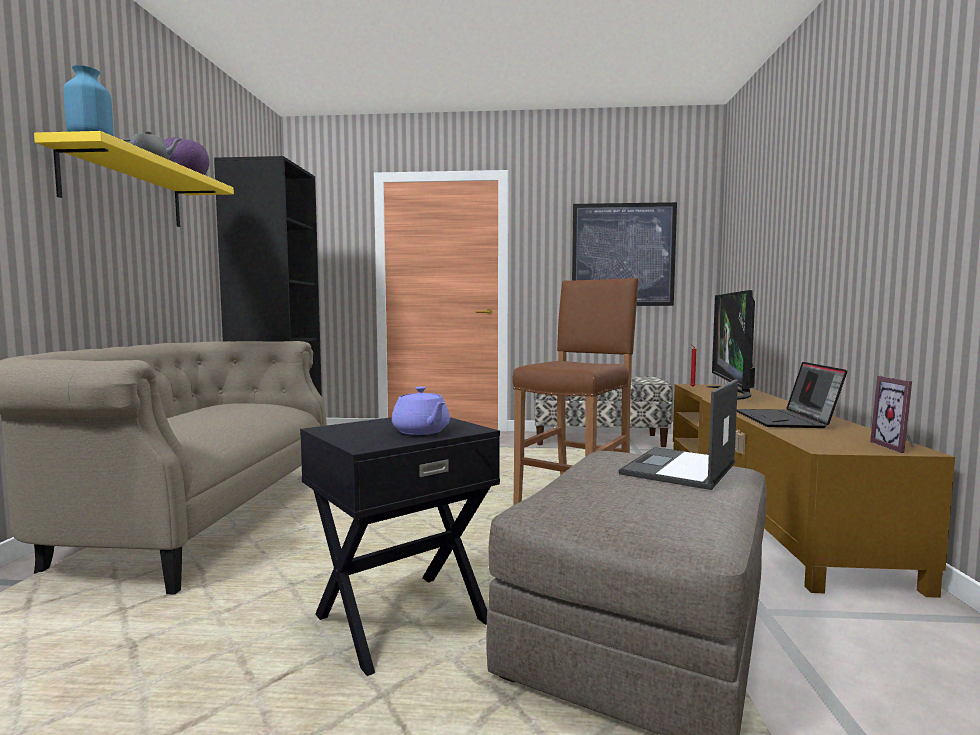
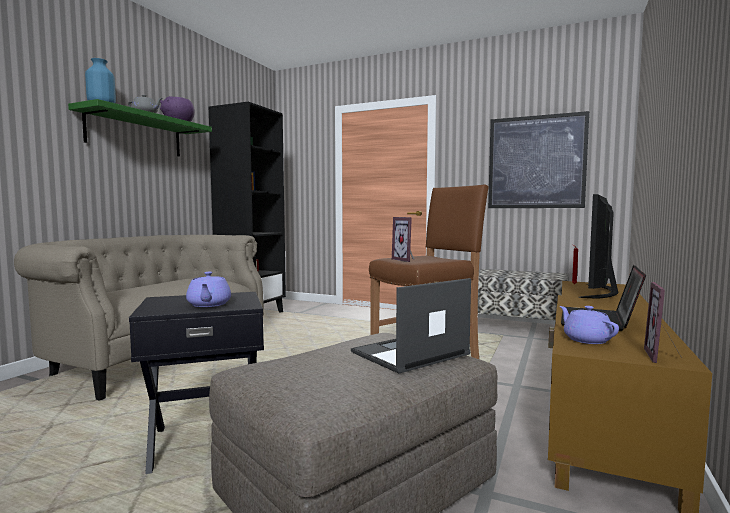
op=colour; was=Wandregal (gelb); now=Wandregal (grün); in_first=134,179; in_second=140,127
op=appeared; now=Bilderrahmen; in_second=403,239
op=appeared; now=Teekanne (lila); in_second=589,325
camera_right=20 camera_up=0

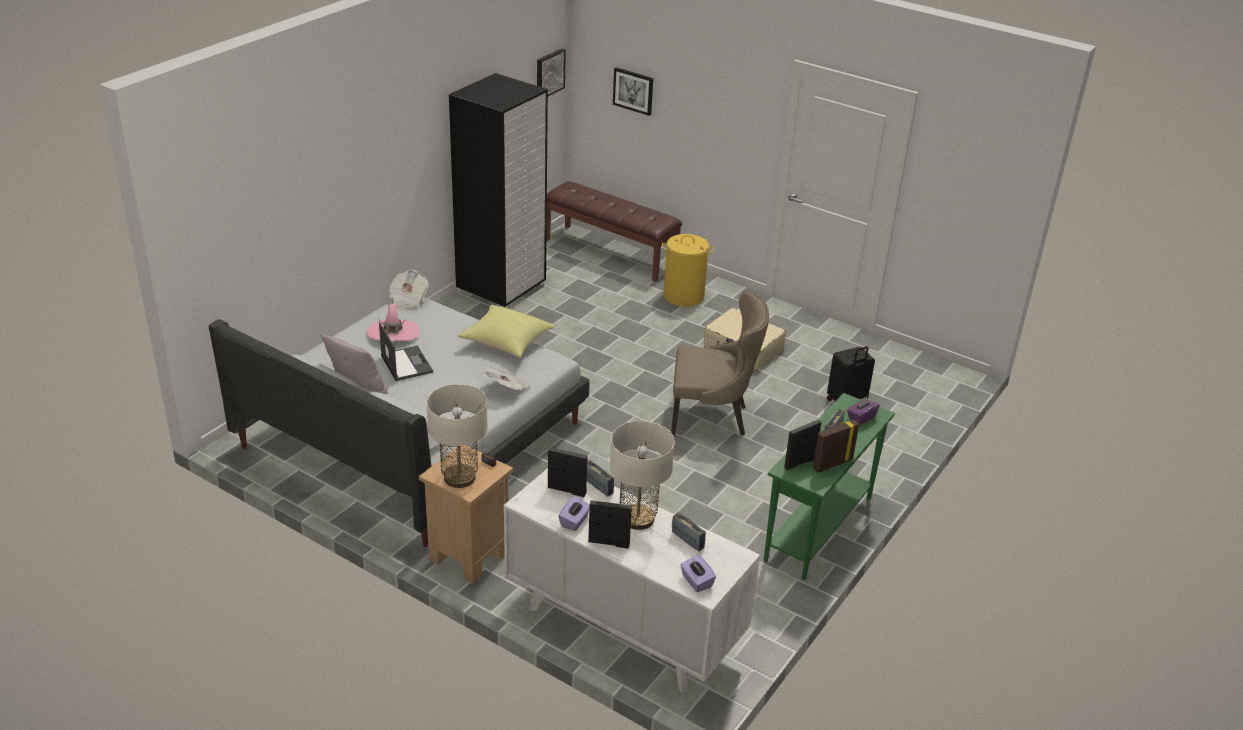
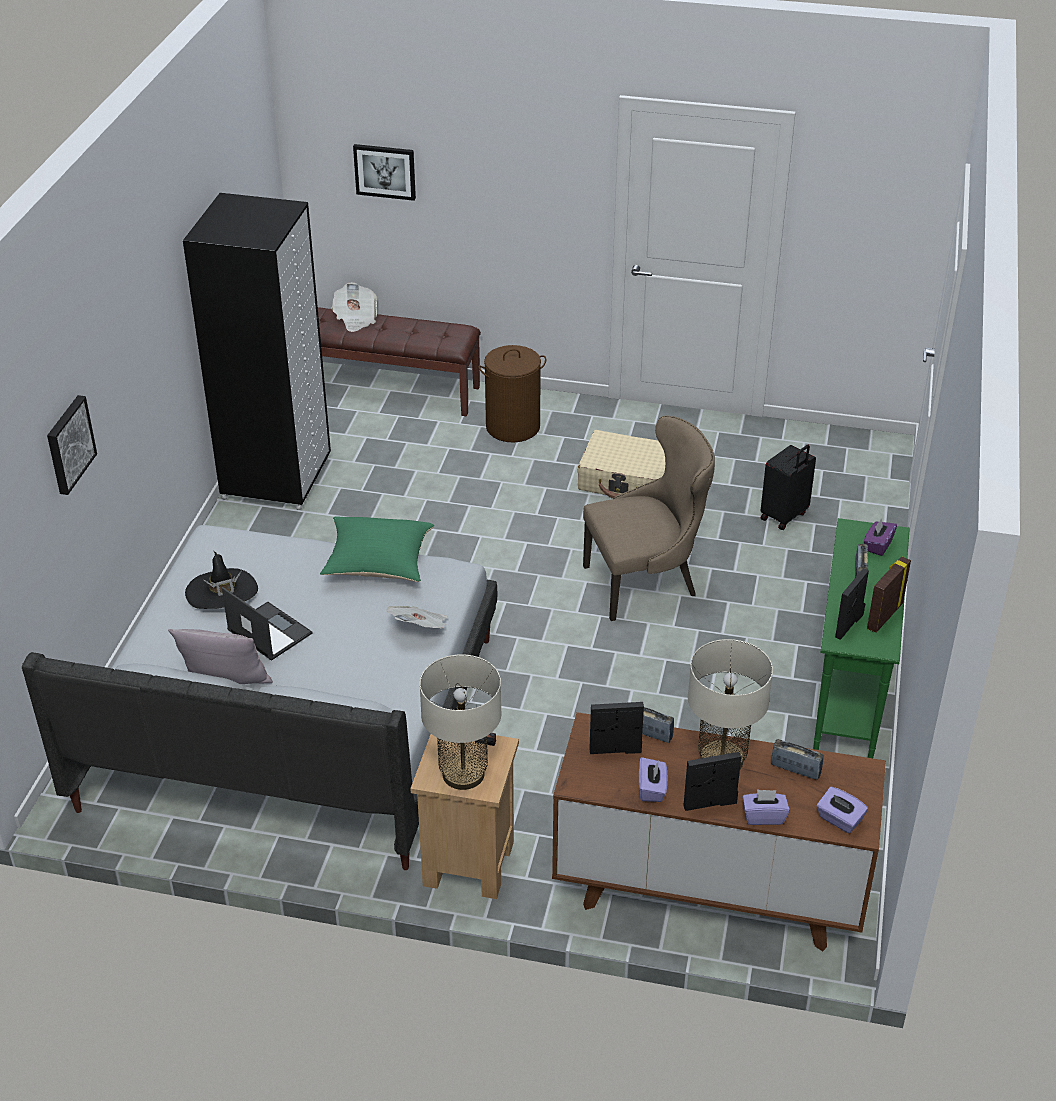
op=relocated; was=Bild; in_first=551,72; in_second=72,445
op=colour; was=Hut (rosa); now=Hut (schwarz); in_first=393,322; in_second=221,580
op=colour; was=Kissen (gelb); now=Kissen (grün); in_first=506,331; in_second=377,549
op=relocated; was=Zeitung; in_first=409,290; in_second=354,307
op=colour; was=Wäschekorb (gelb); now=Wäschekorb (braun); in_first=688,270; in_second=512,394
op=colour; was=Kommode (weiß); now=Kommode (braun); in_first=632,580; in_second=719,832
op=appeared; now=Taschentuchbox (lila); in_second=766,807
camera_right=-20 camera_up=5

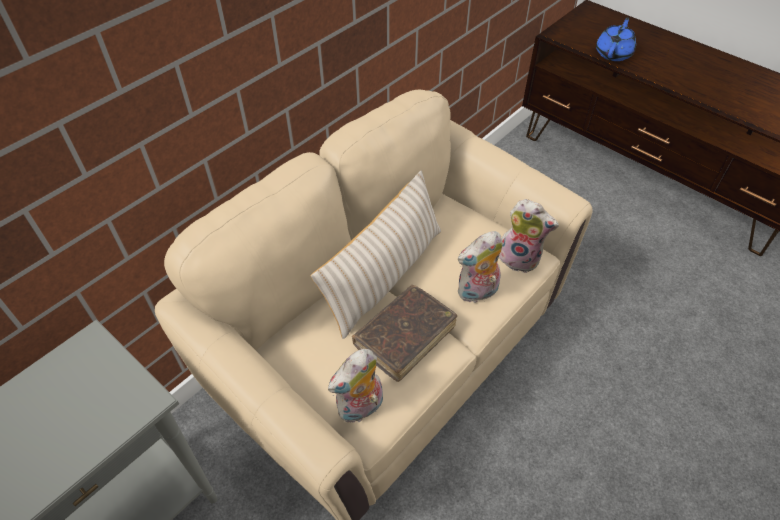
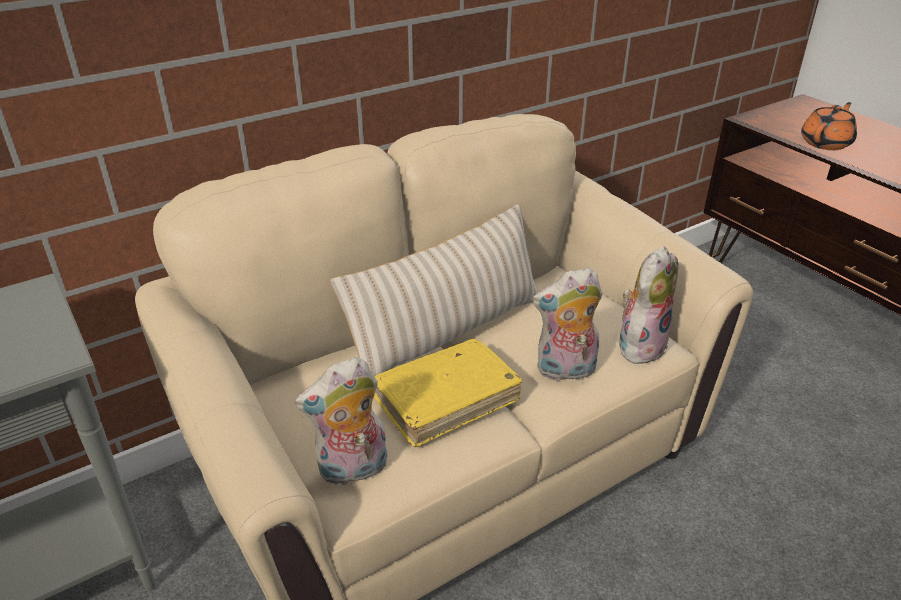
op=colour; was=Buch (braun); now=Buch (gelb); in_first=404,333; in_second=448,393
op=spun; was=Plüschtier; in_first=529,236; in_second=648,305; clockwise=-90
op=colour; was=Teekanne (blau); now=Teekanne (orange); in_first=616,39; in_second=829,126
camera_right=15 camera_up=-15

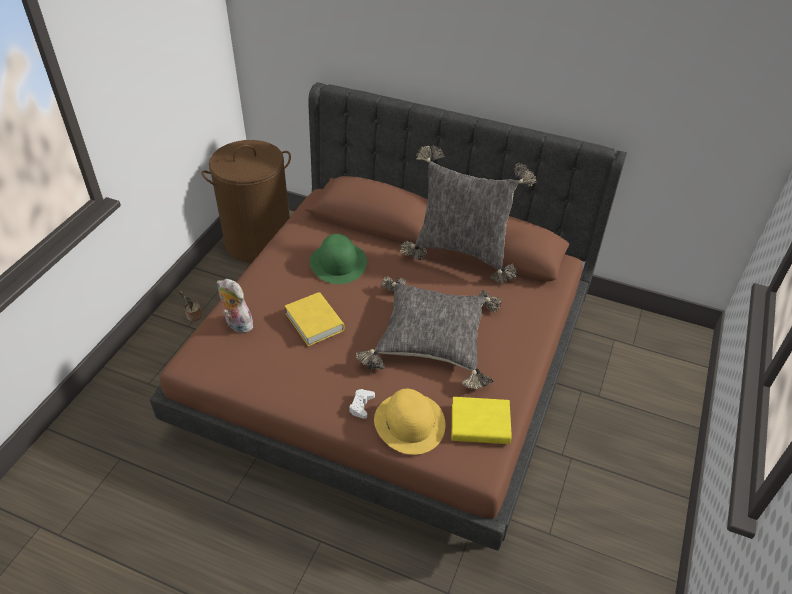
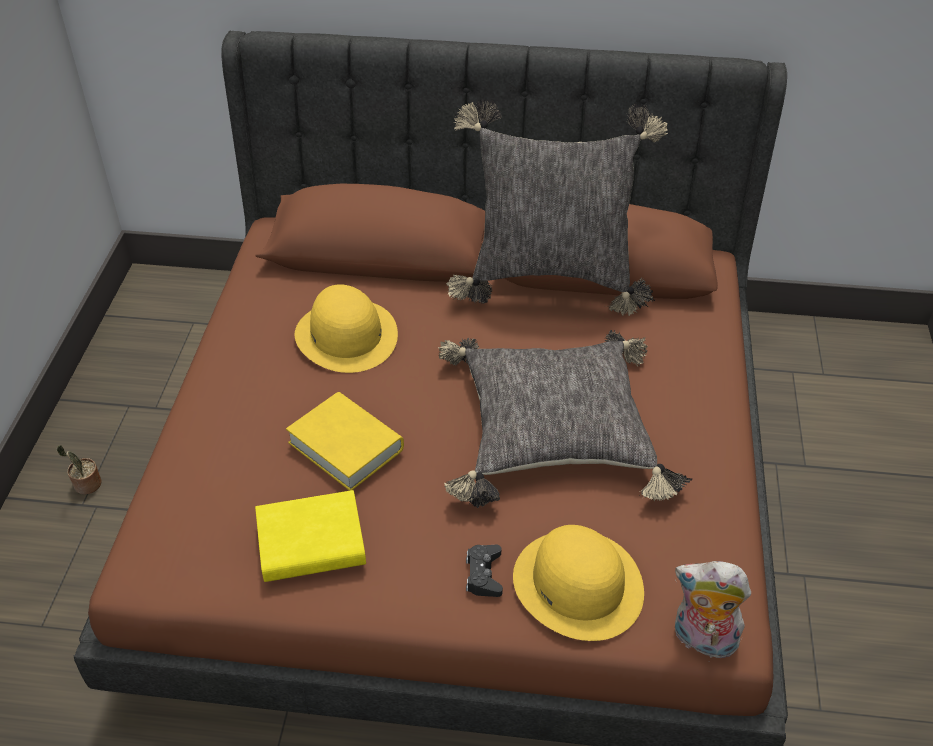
op=relocated; was=Buch (gelb); in_first=482,420; in_second=310,536
op=colour; was=Hut (grün); now=Hut (gelb); in_first=338,259; in_second=346,328
op=colour; was=Gamepad (weiß); now=Gamepad (schwarz); in_first=362,404; in_second=484,571
op=relocated; was=Plüschtier; in_first=235,306; in_second=713,609
op=missing; was=Wäschekorb (braun); in_first=246,201
camera_right=-15 camera_up=0

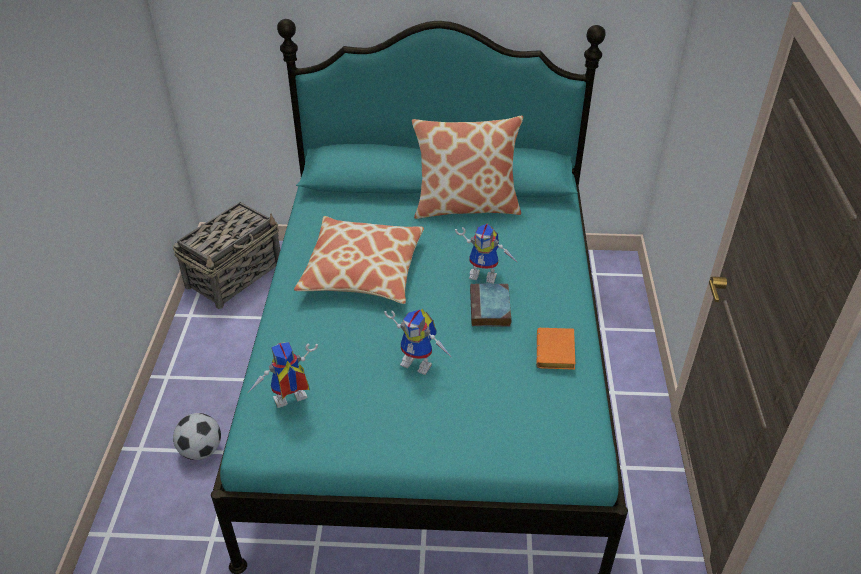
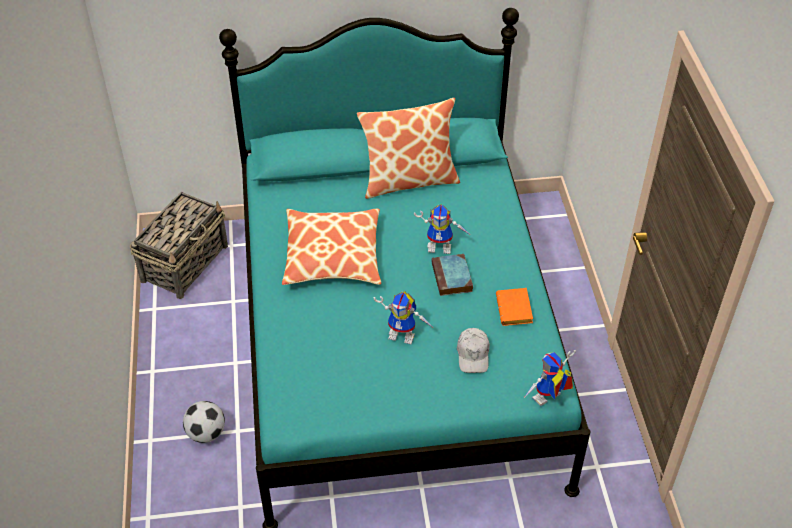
op=appeared; now=Kappe (weiß); in_second=473,350
op=relocated; was=Spielzeugroboter; in_first=283,375; in_second=549,378
camera_right=-10 camera_up=5

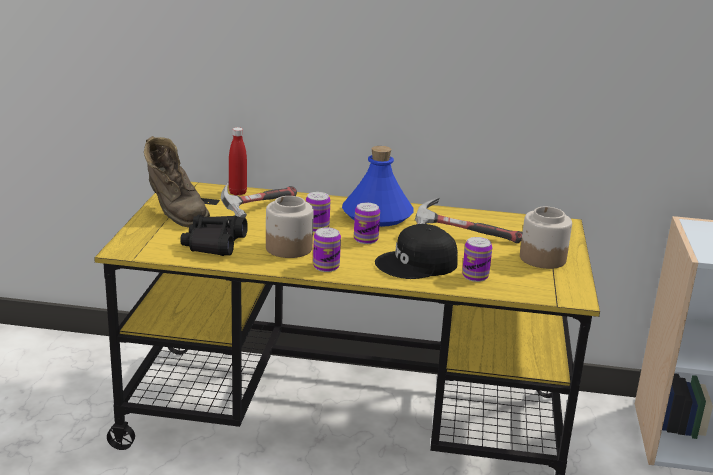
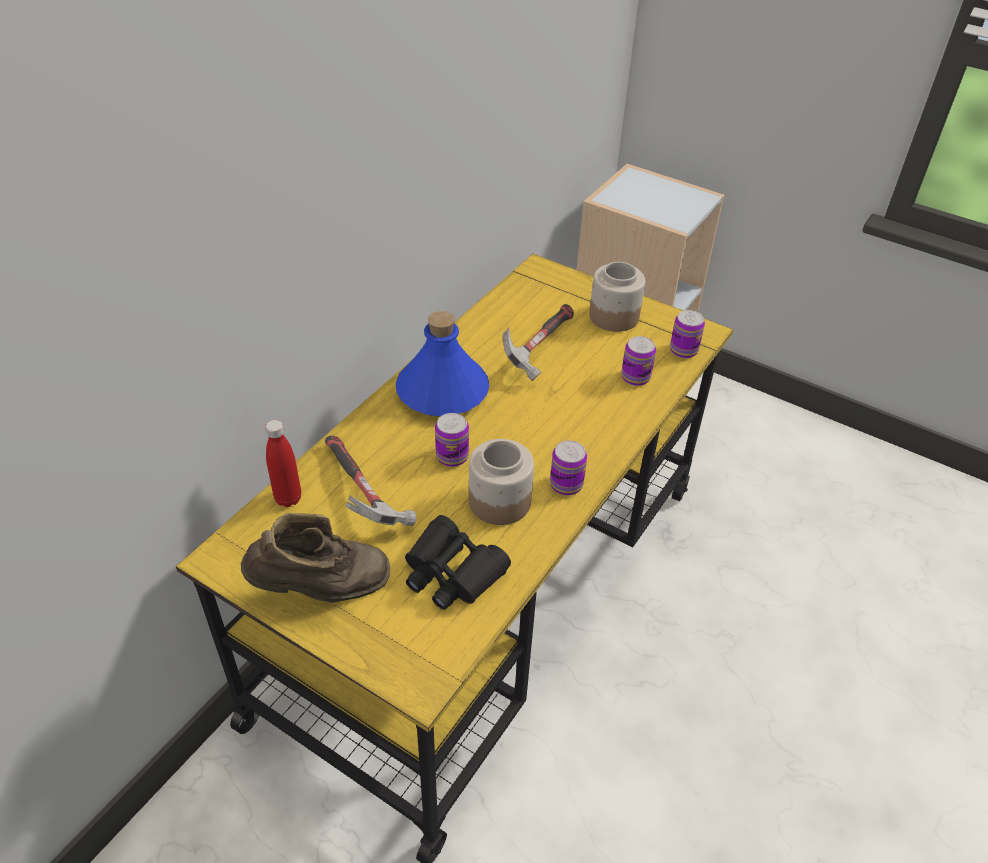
op=relocated; was=Dose; in_first=367,223; in_second=687,334
op=missing; was=Kappe (schwarz); in_first=416,251
camera_right=-65 camera_up=20

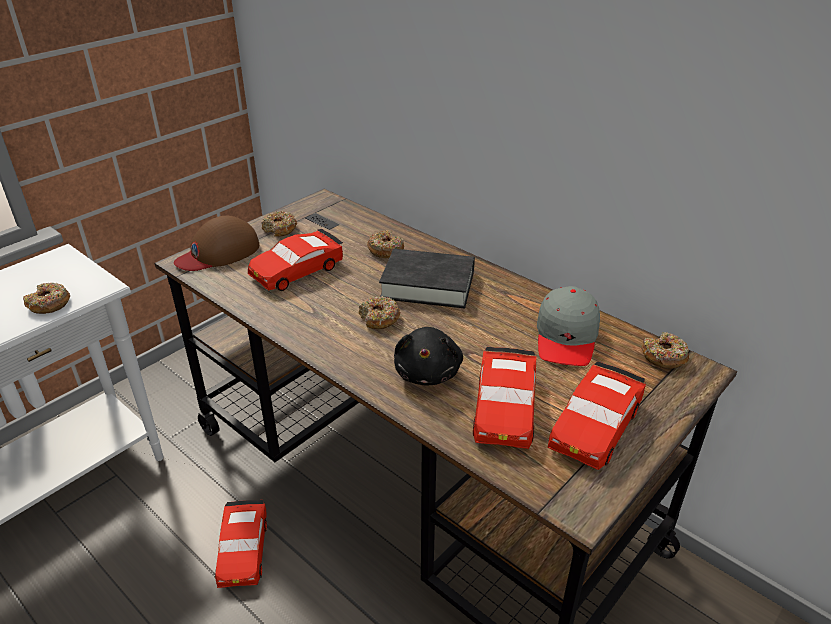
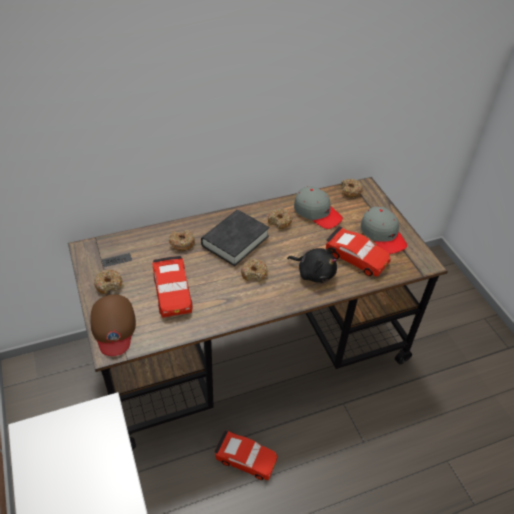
op=relocated; was=Donut; in_first=46,298; in_second=280,218
op=exchanged; was=Spielzeugauto (rot); now=Kappe (grau); in_first=597,415; in_second=384,230
camera_right=-65 camera_up=10

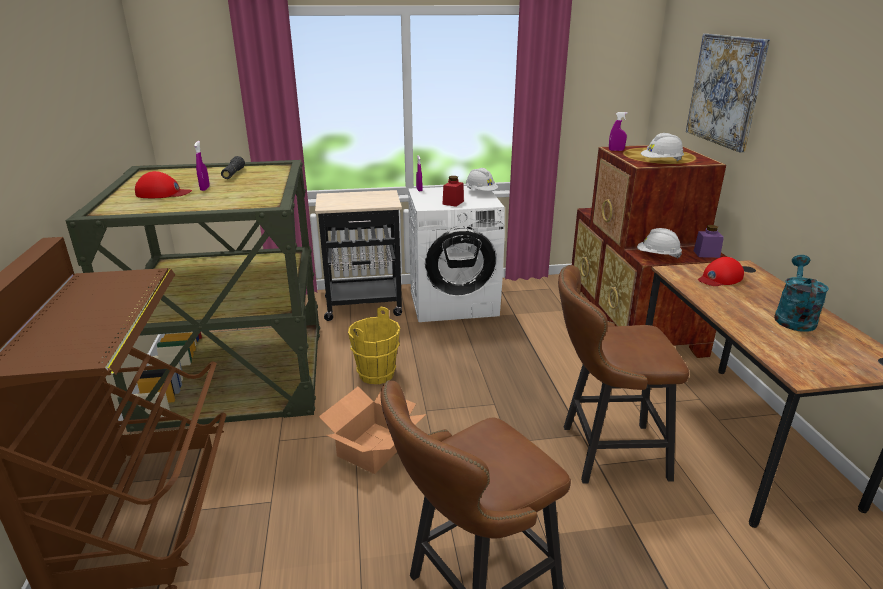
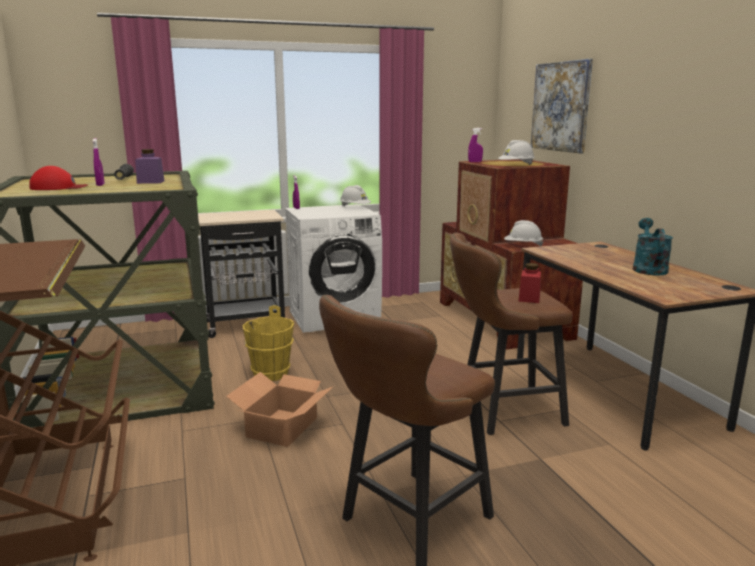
op=relocated; was=Vorratsglas (lila); in_first=709,241; in_second=150,166
op=relocated; was=Vorratsglas (rot); in_first=453,191; in_second=529,283
op=missing; was=Kappe (rot); in_first=721,271
camera_right=-10 camera_up=-10

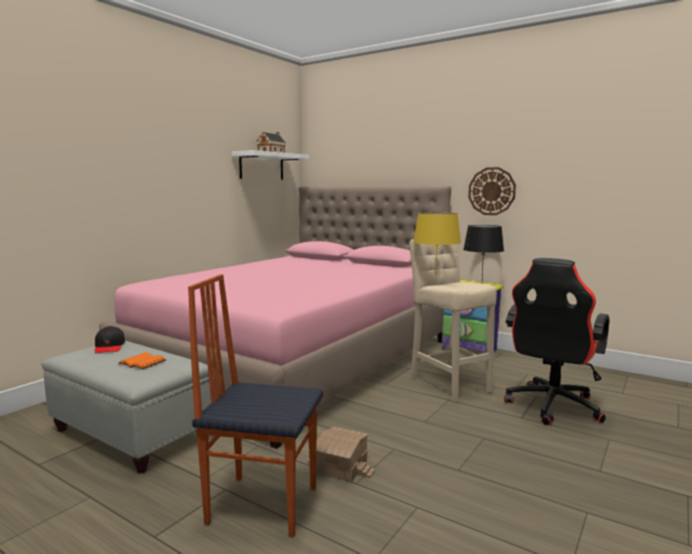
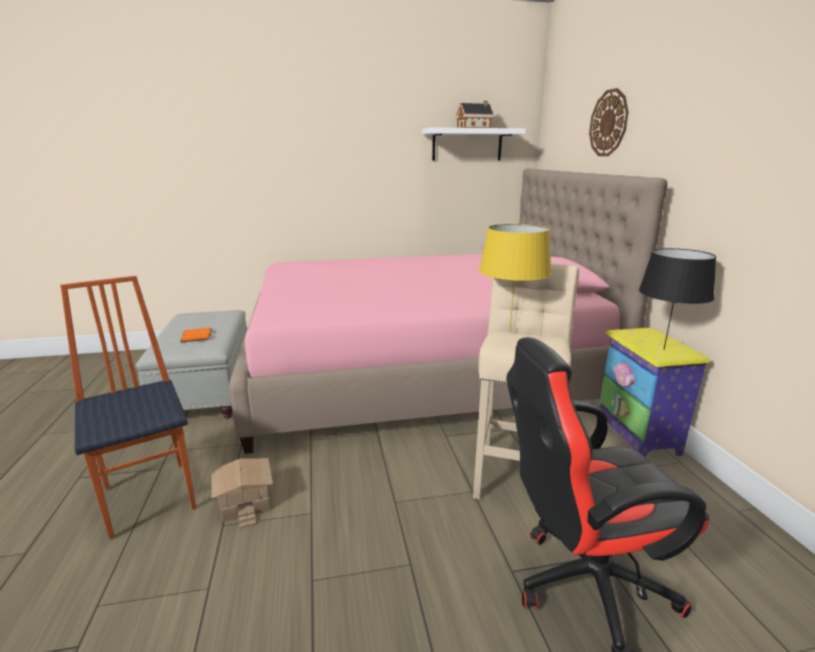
op=relocated; was=Wanduhr; in_first=492,191; in_second=609,122
op=missing; was=Kappe (schwarz); in_first=110,340
camera_right=45 camera_up=10

